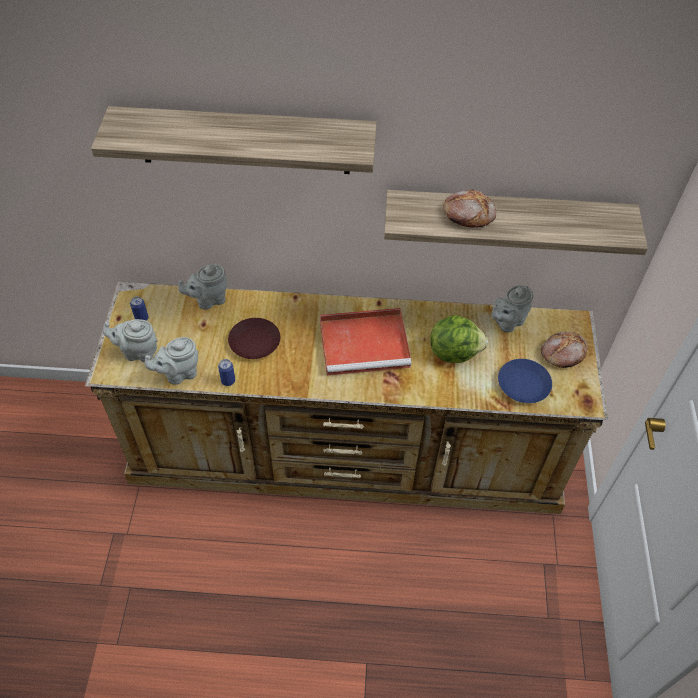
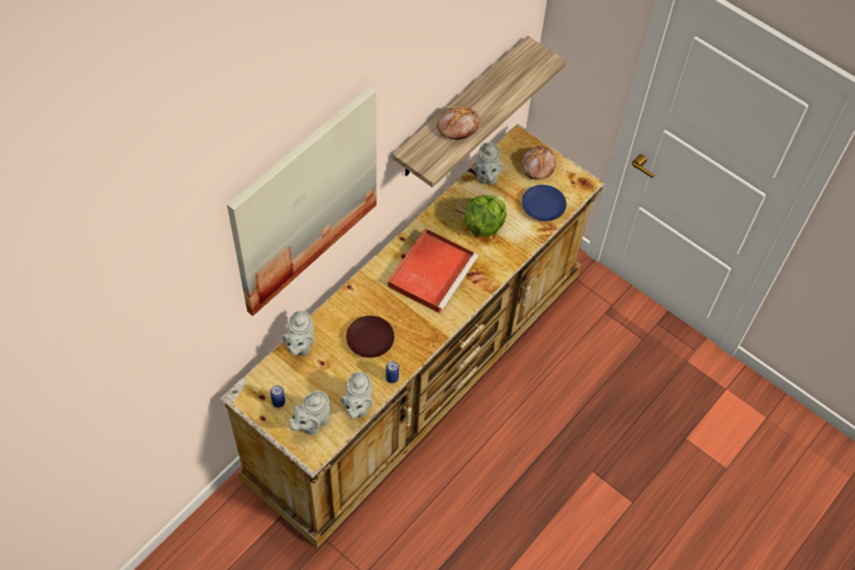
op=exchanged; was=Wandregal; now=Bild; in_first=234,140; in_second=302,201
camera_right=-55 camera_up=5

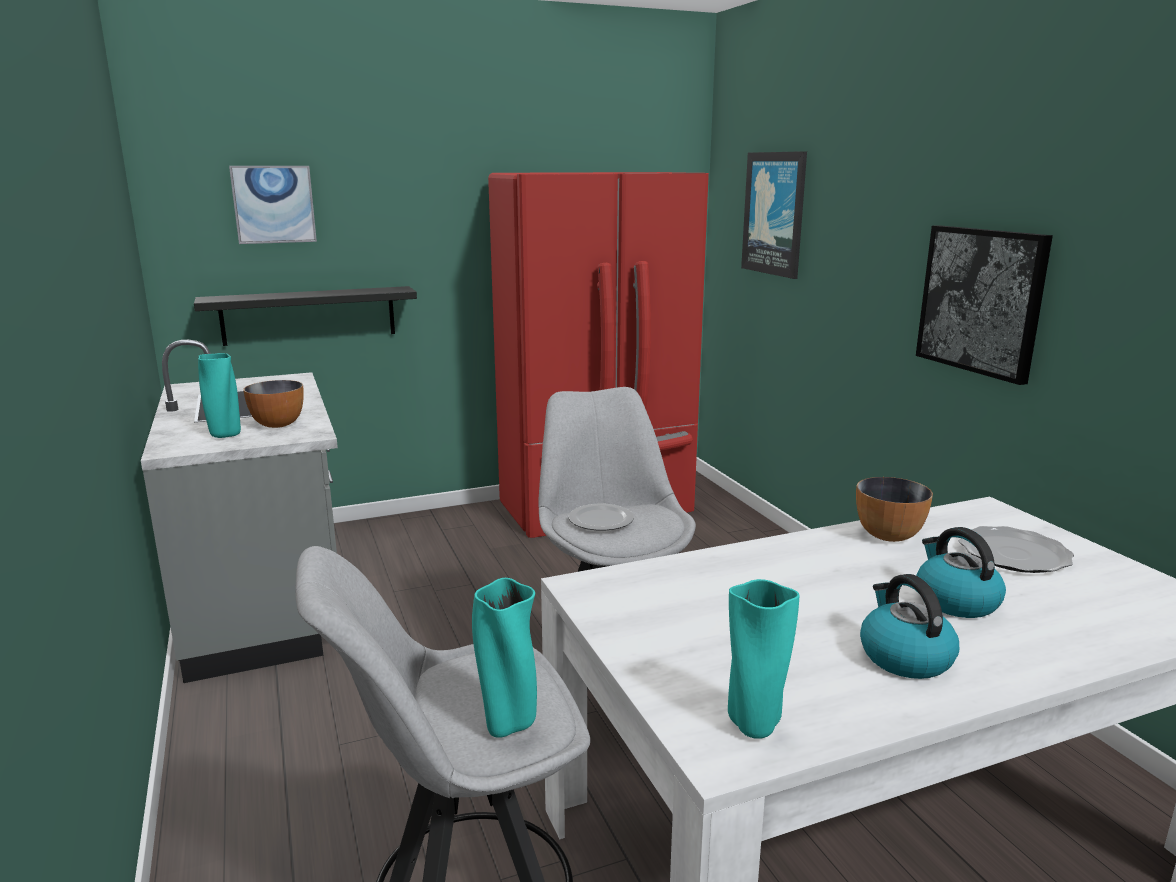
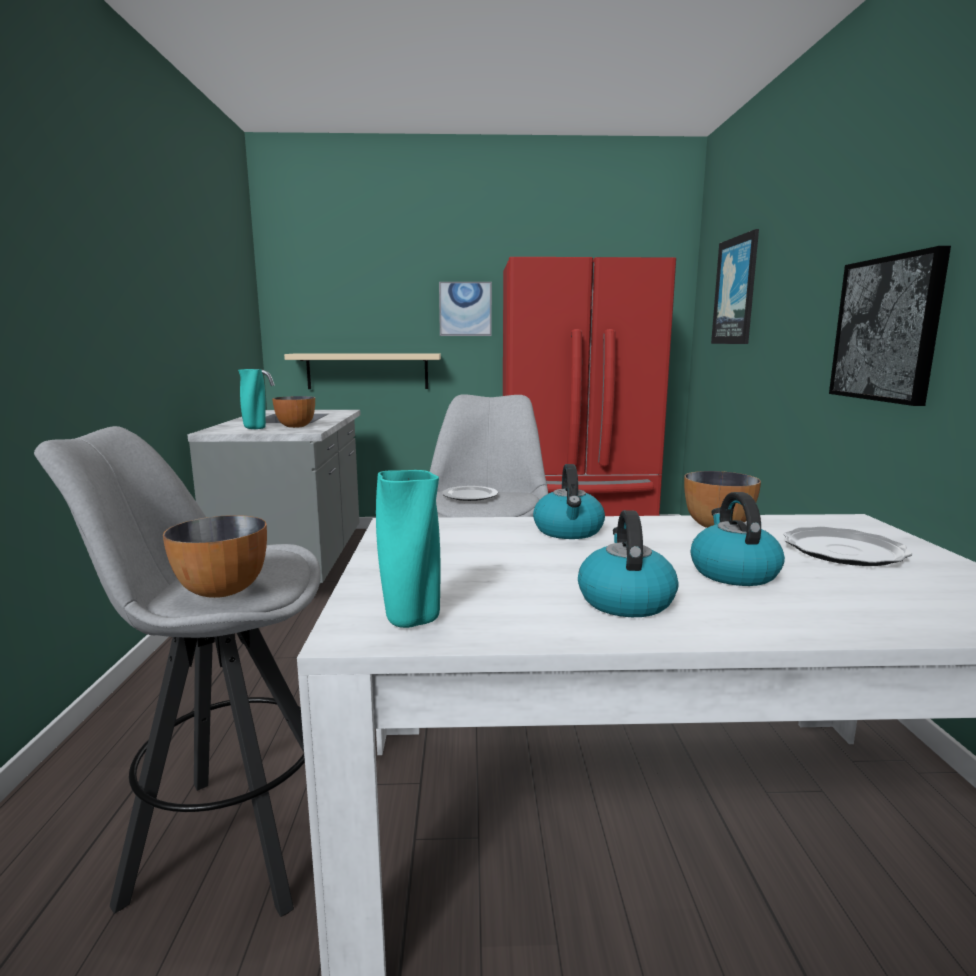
op=exchanged; was=Vase (türkis); now=Schüssel; in_first=504,658; in_second=215,556
op=colour; was=Wandregal (schwarz); now=Wandregal (beige); in_first=305,316; in_second=362,371
op=relocated; was=Bild; in_first=273,205; in_second=465,309
op=appeared; now=Wasserkessel; in_second=569,501
camera_right=20 camera_up=-5

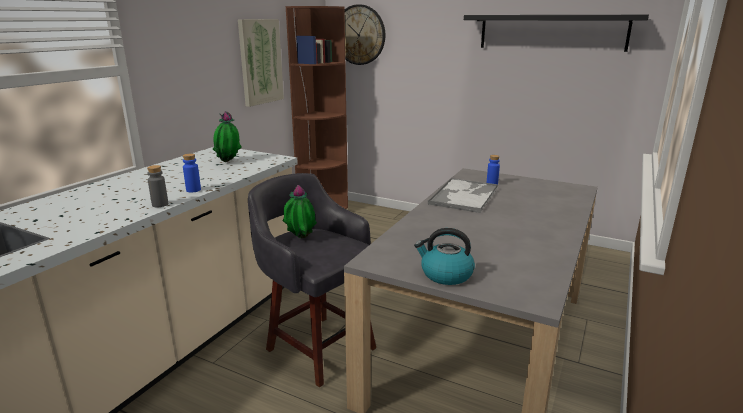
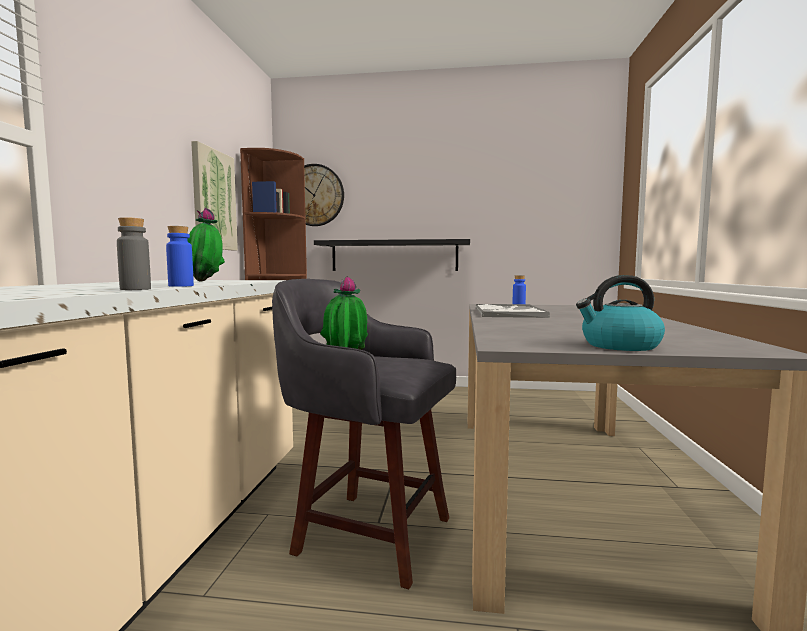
op=relocated; was=Wandregal (schwarz); in_first=556,33; in_second=392,255
camera_right=-20 camera_up=-15

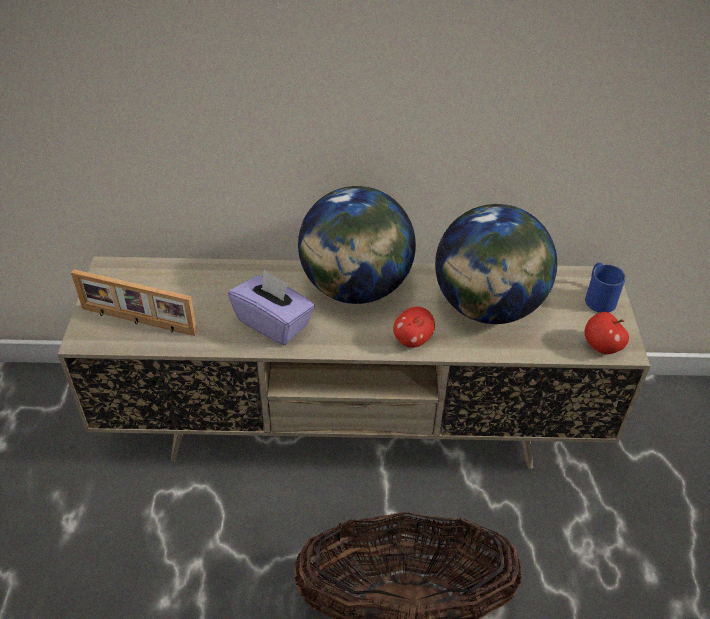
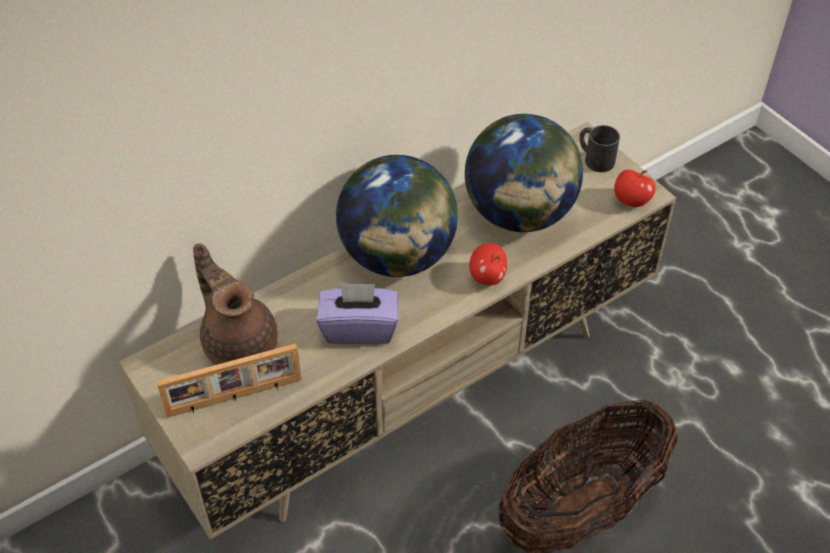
op=appeared; now=Teekanne (braun); in_second=235,304
op=colour; was=Henkelbecher (blau); now=Henkelbecher (schwarz); in_first=605,288; in_second=599,148
camera_right=-35 camera_up=5

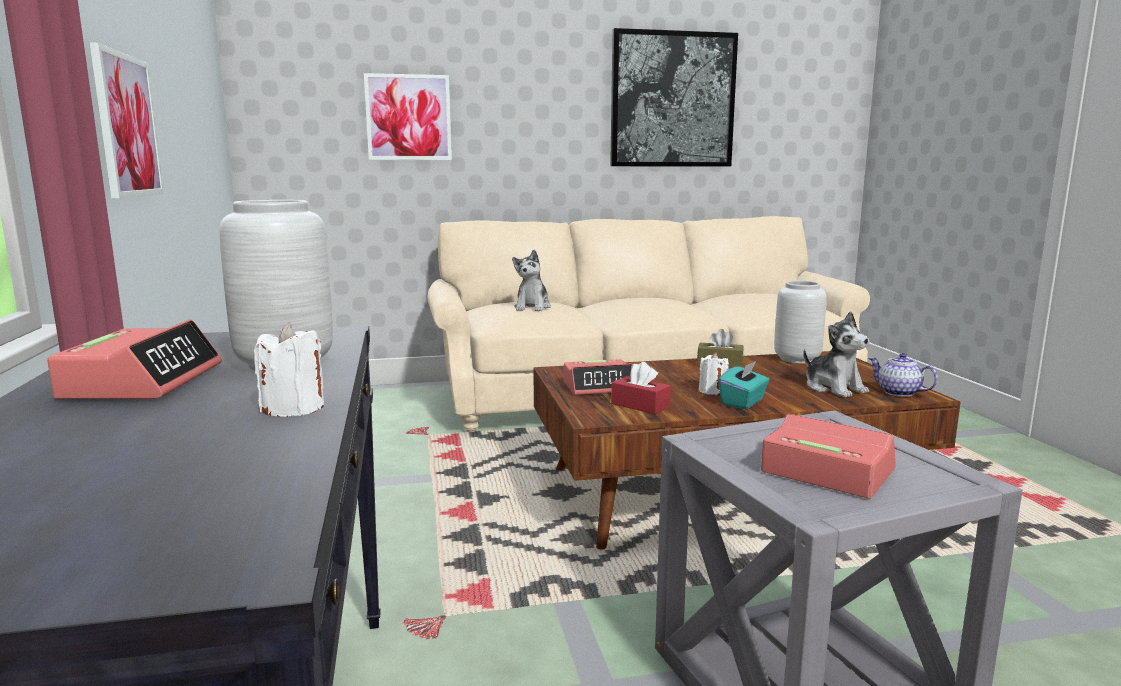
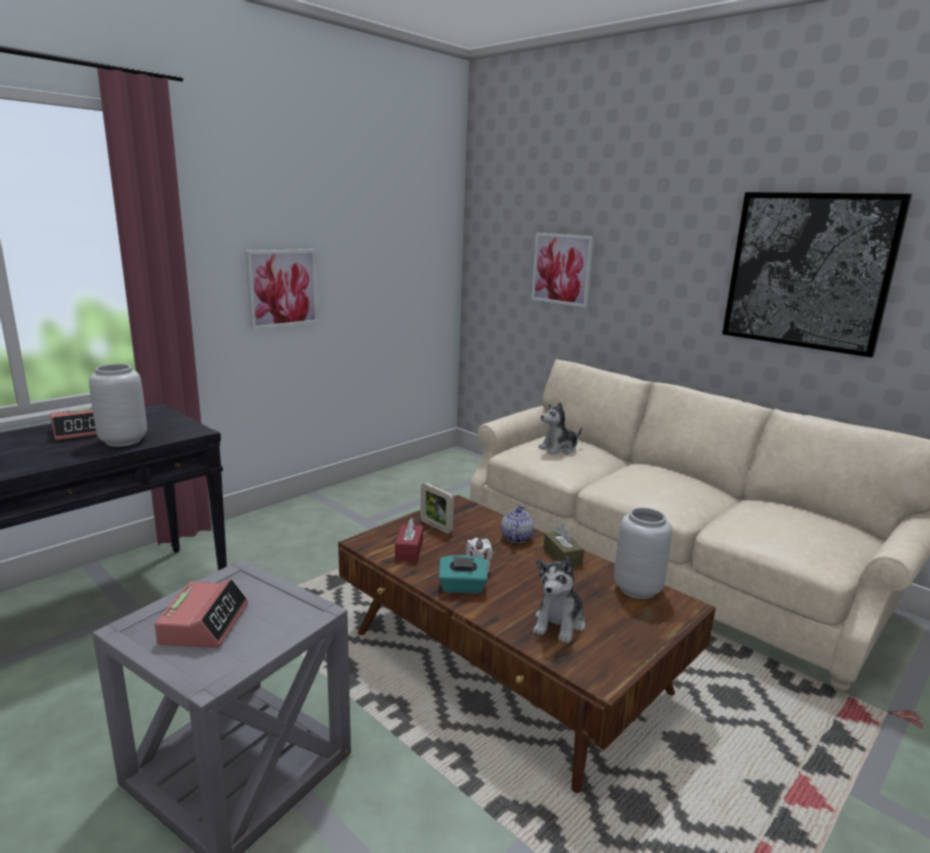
op=exchanged; was=Wecker; now=Bilderrahmen; in_first=598,377; in_second=437,508
op=relocated; was=Teekanne; in_first=903,375; in_second=517,524
op=missing; was=Kerze (weiß); in_first=289,369
camera_right=55 camera_up=5

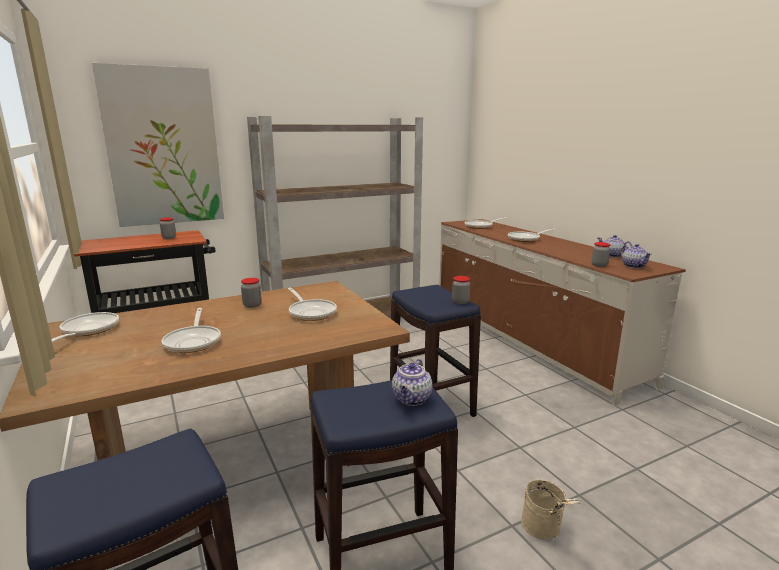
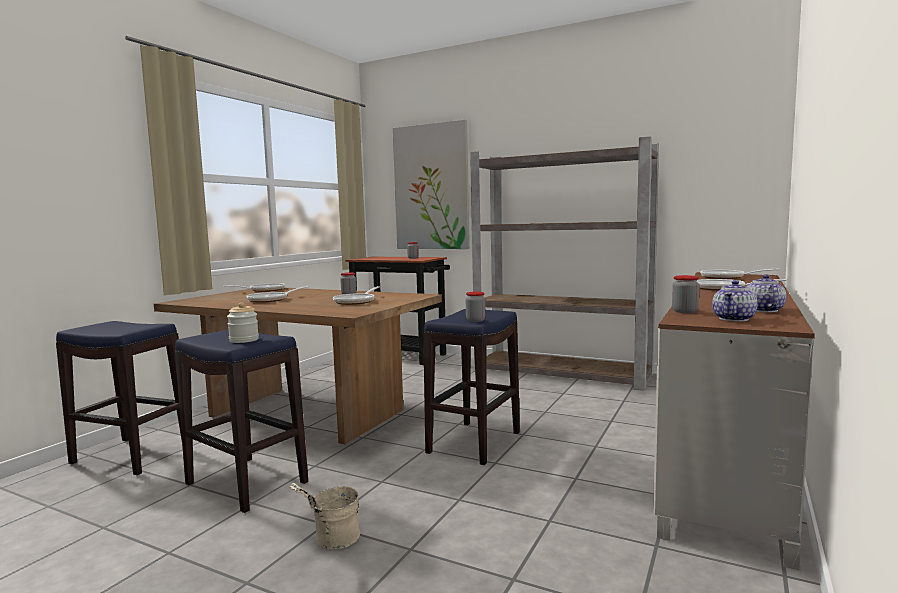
op=exchanged; was=Teekanne; now=Vorratsglas; in_first=412,382; in_second=243,322
camera_right=55 camera_up=-10

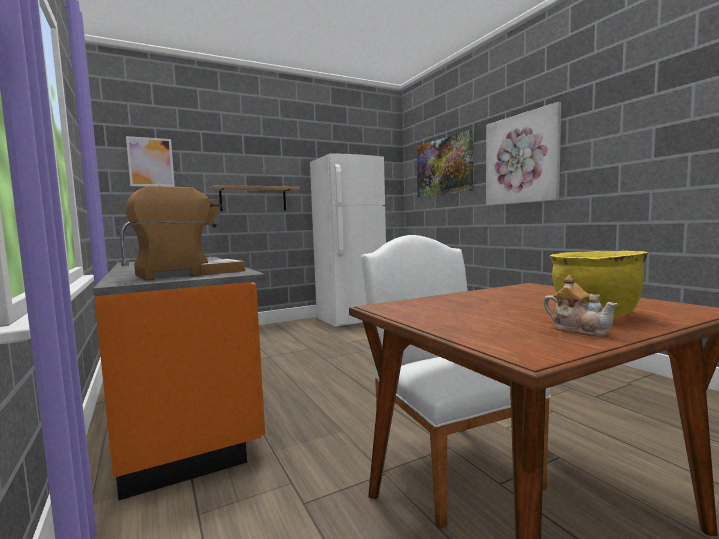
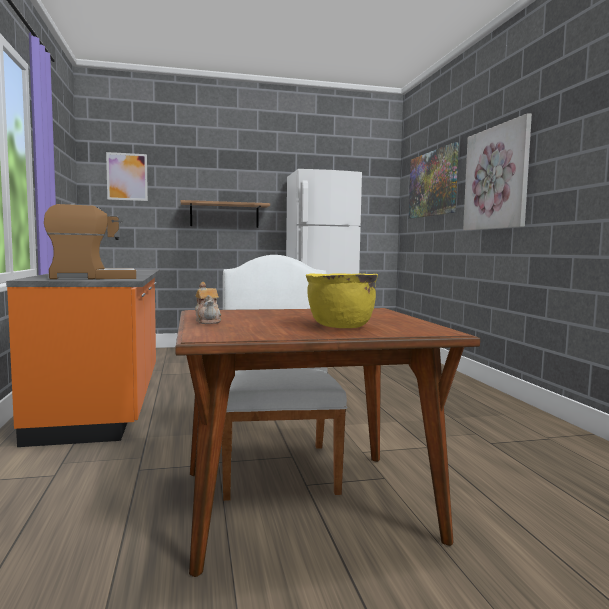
op=relocated; was=Teekanne; in_first=581,306; in_second=208,303
camera_right=15 camera_up=0

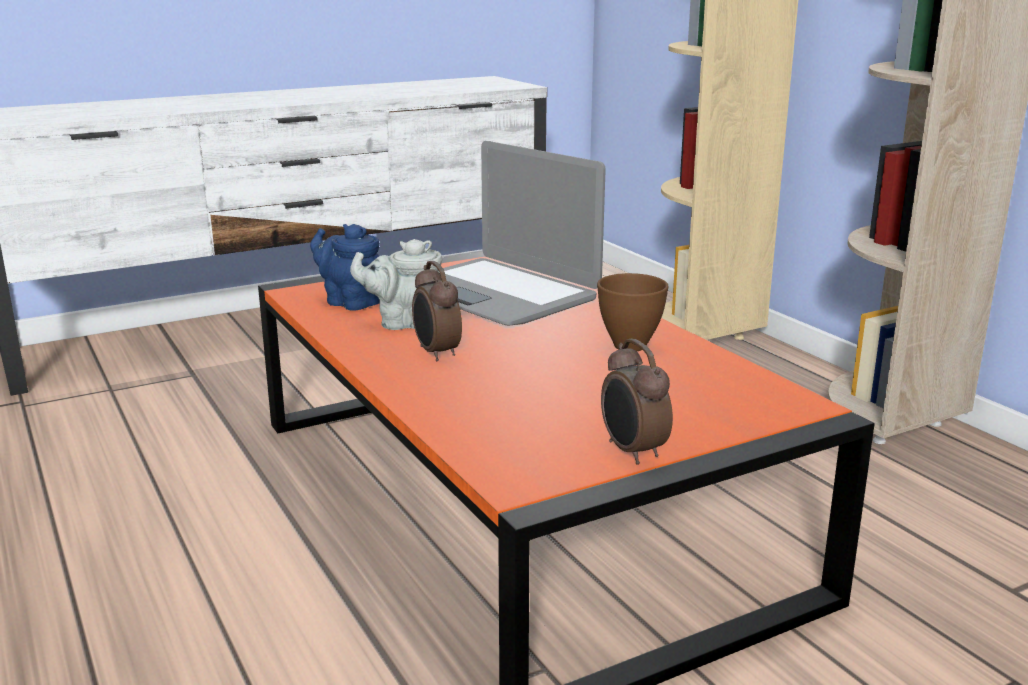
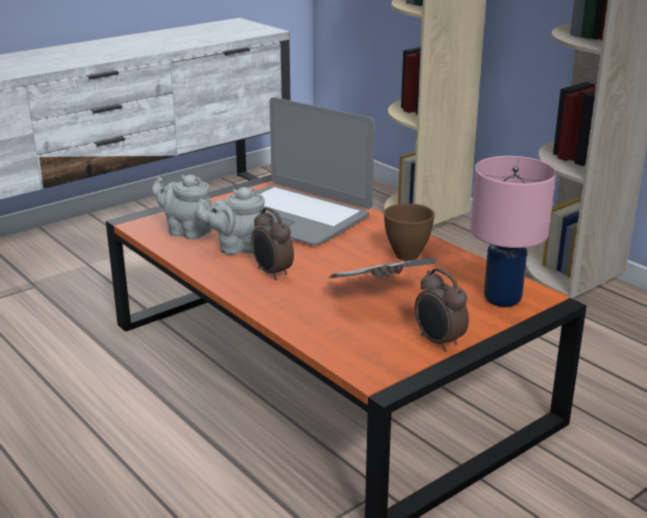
op=colour; was=Teekanne (blau); now=Teekanne (grau); in_first=345,267; in_second=182,207
op=appeared; now=Zeitung; in_second=383,269
op=appeared; now=Tischlampe (rosa); in_second=513,231
camera_right=-10 camera_up=5

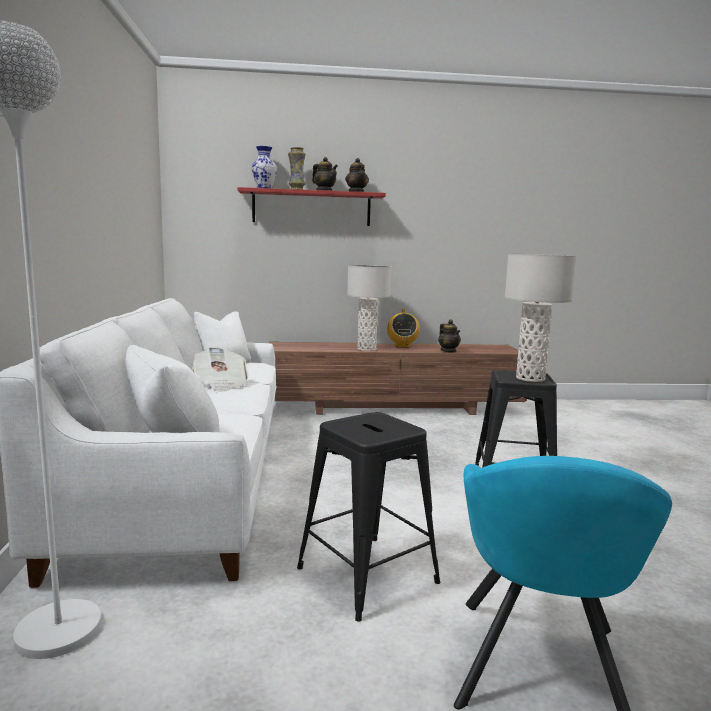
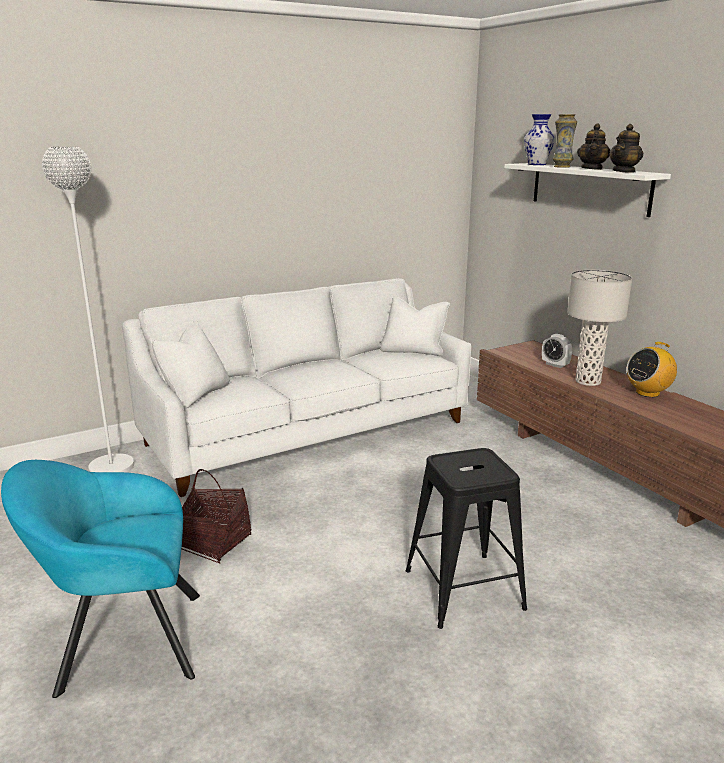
op=exchanged; was=Hocker (schwarz); now=Korb; in_first=368,517; in_second=216,516
op=colour; was=Wandregal (rot); now=Wandregal (weiß); in_first=311,206; in_second=587,190
op=appeared; now=Wecker; in_second=557,351
op=missing; was=Zeitung; in_first=220,369
op=missing; was=Teekanne; in_first=449,336
op=missing; was=Tischlampe (weiß); in_first=541,318
camera_right=65 camera_up=10

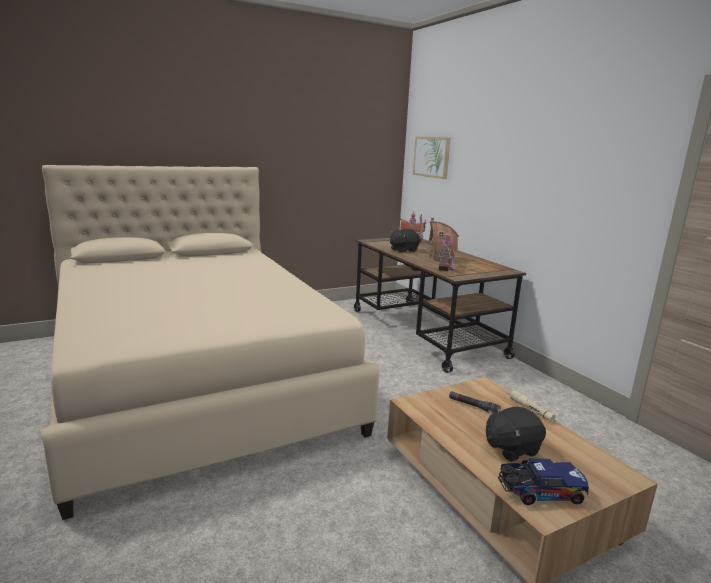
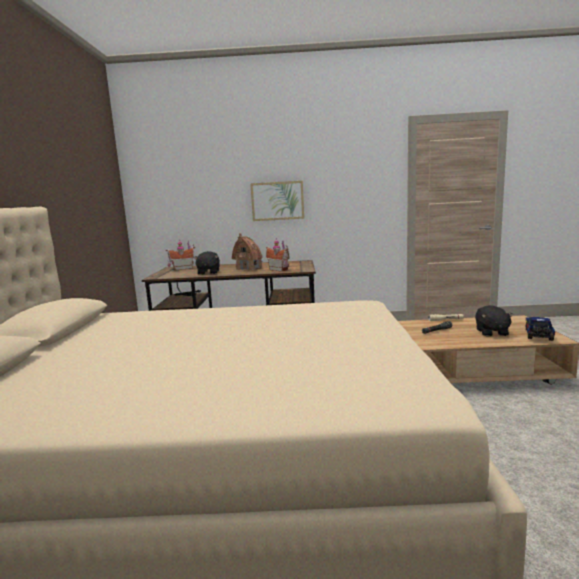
op=relocated; was=Bild; in_first=432,157; in_second=277,201
camera_right=-60 camera_up=-5

